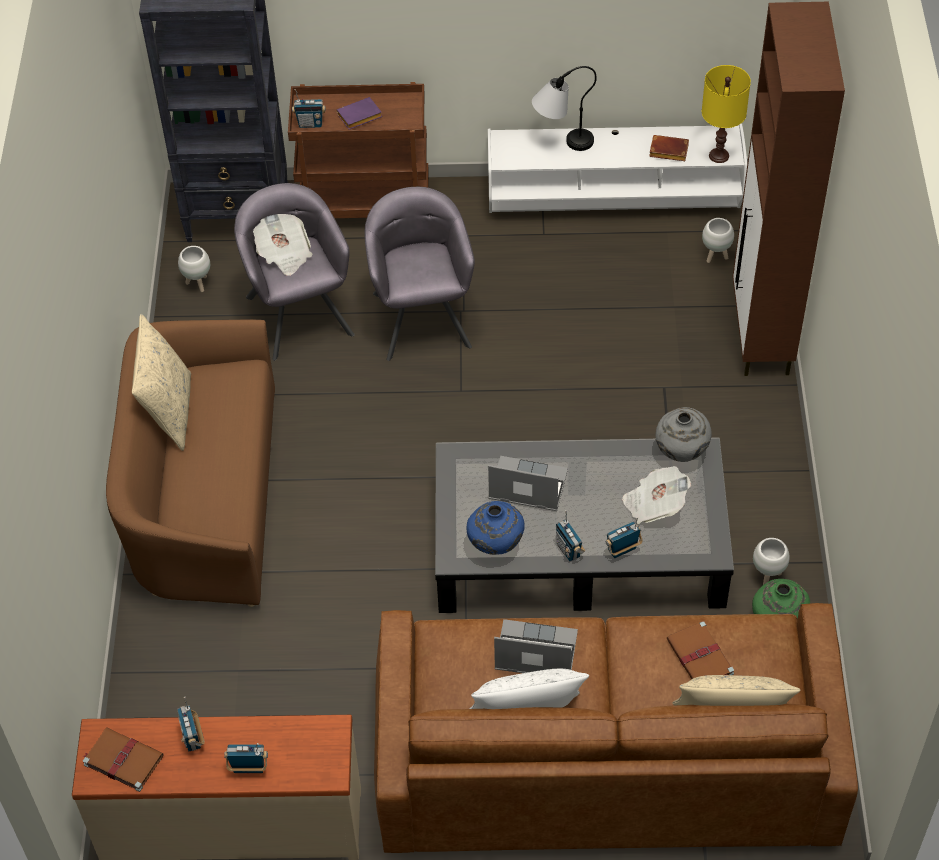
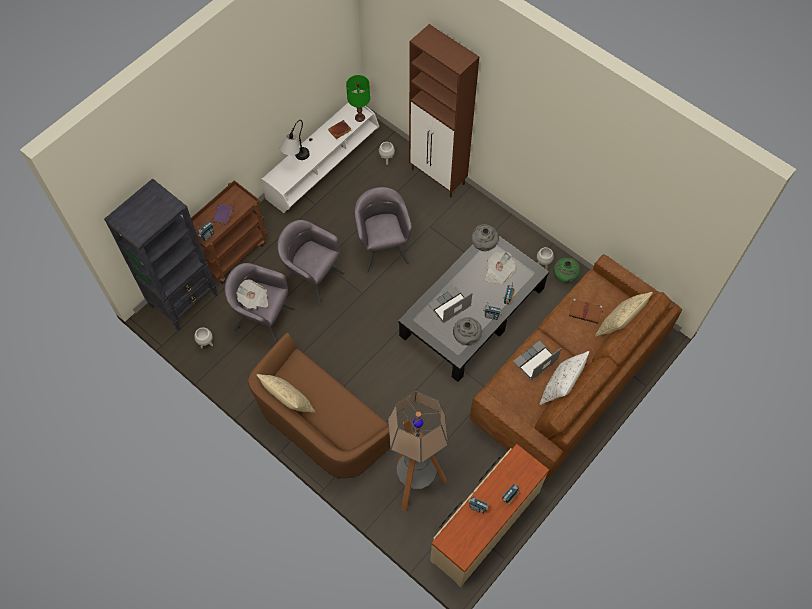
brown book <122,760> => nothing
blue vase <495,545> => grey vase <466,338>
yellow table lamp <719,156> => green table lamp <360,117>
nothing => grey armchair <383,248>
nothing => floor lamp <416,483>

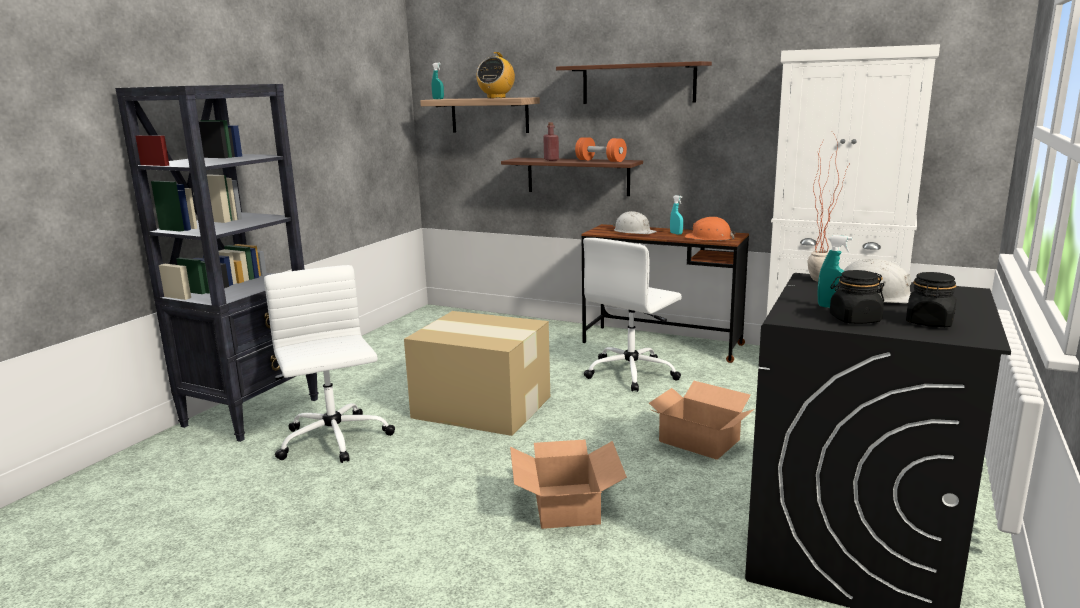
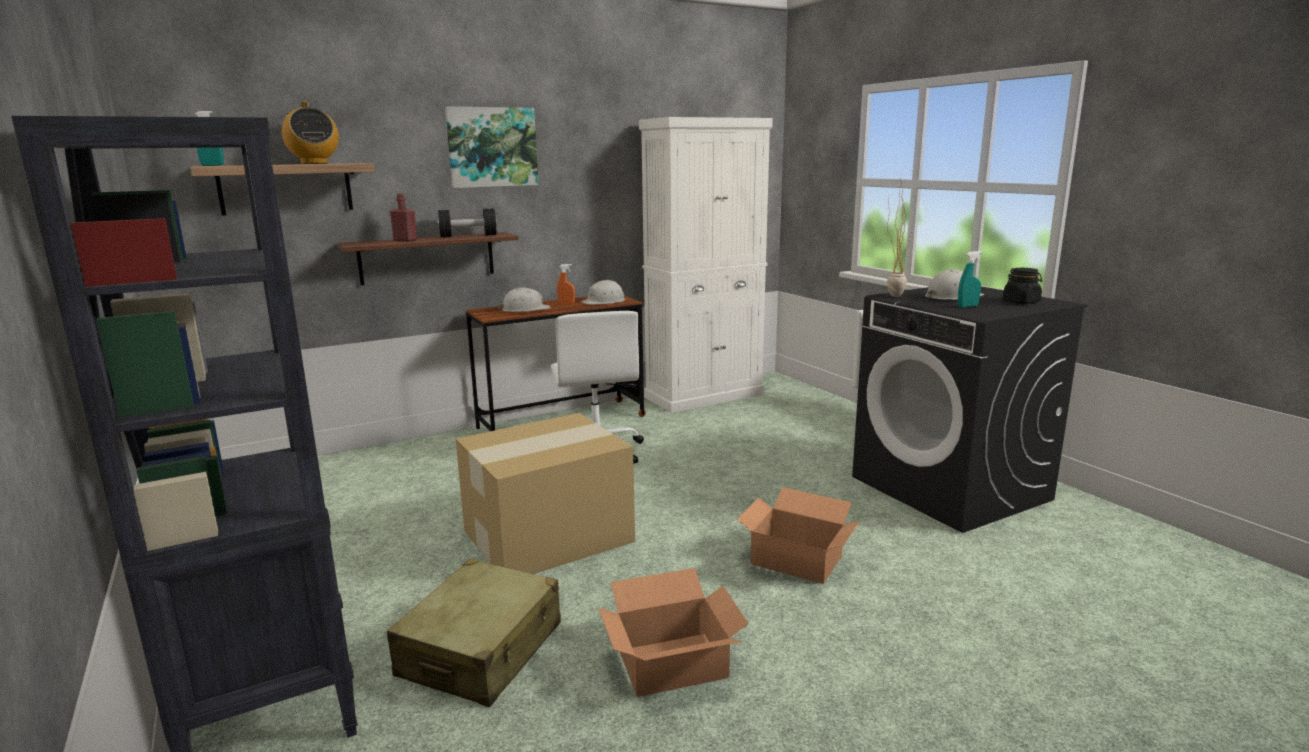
white office chair <334,440> => beige suitcase <482,650>
shelf <638,83> => picture <492,147>
orange dumbbell <600,161> => black dumbbell <468,236>
cardboard box <699,441> => cardboard box <674,664>, moved
turquoise spray bottle <676,233> => orange spray bottle <566,304>
orange hard hat <709,238> => white hard hat <604,301>
black jar <854,319> => nothing

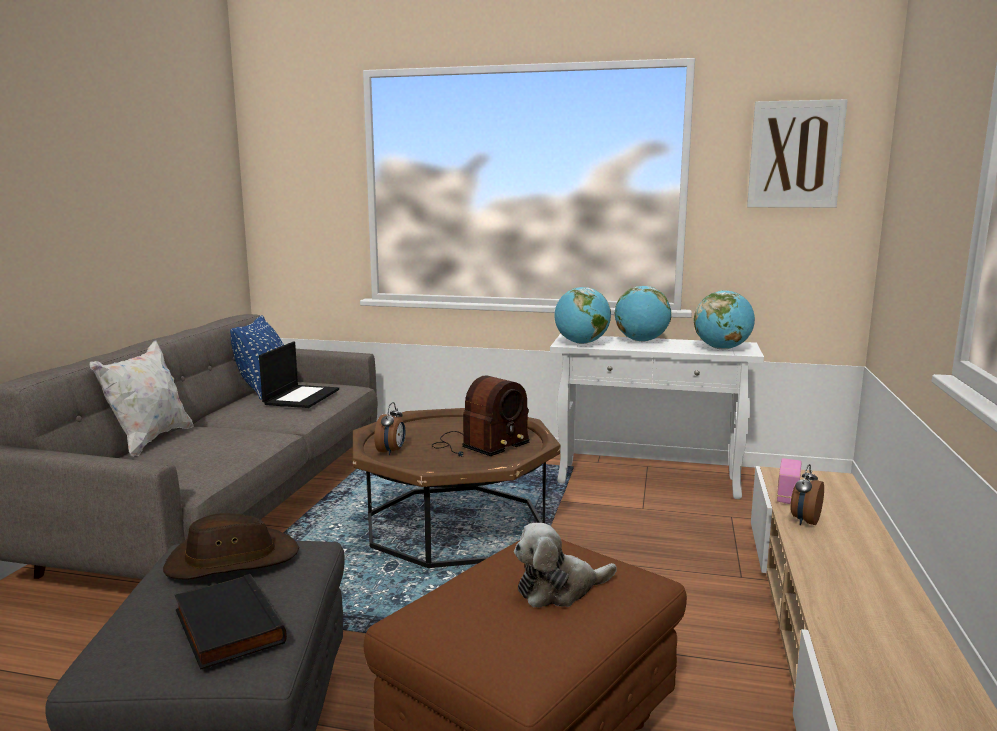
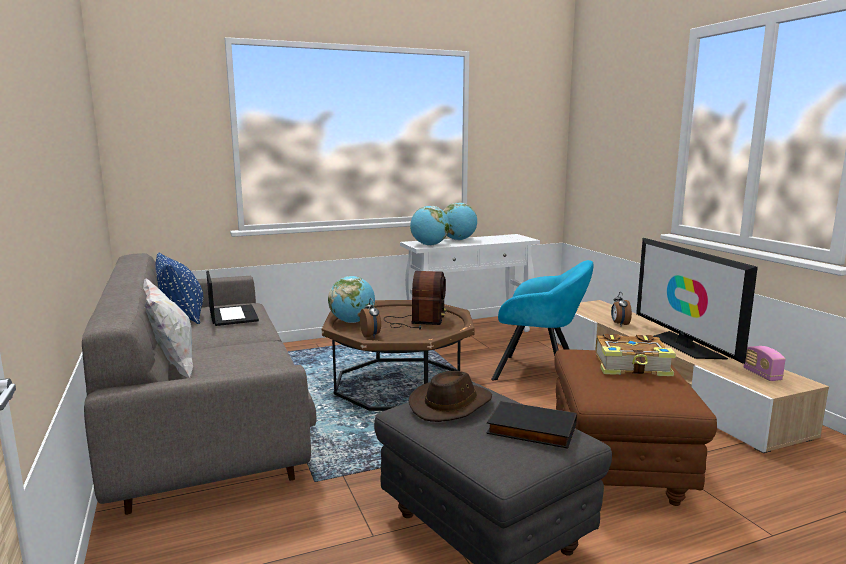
plush toy <559,589> => book <632,366>
globe <722,349> => globe <352,322>, moved
picture <795,154> => nothing
radio <787,496> => radio <762,375>, moved
nothing => turquoise armchair <540,372>
nothing => television <684,346>

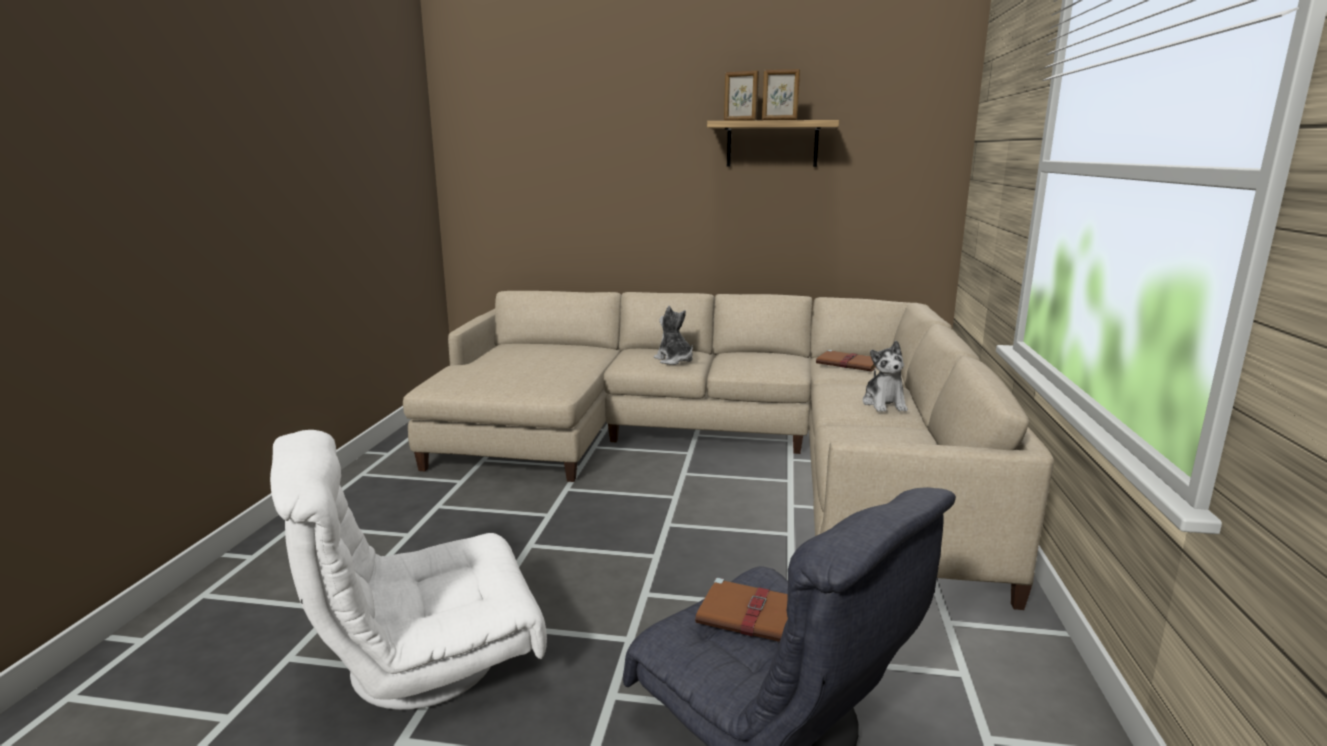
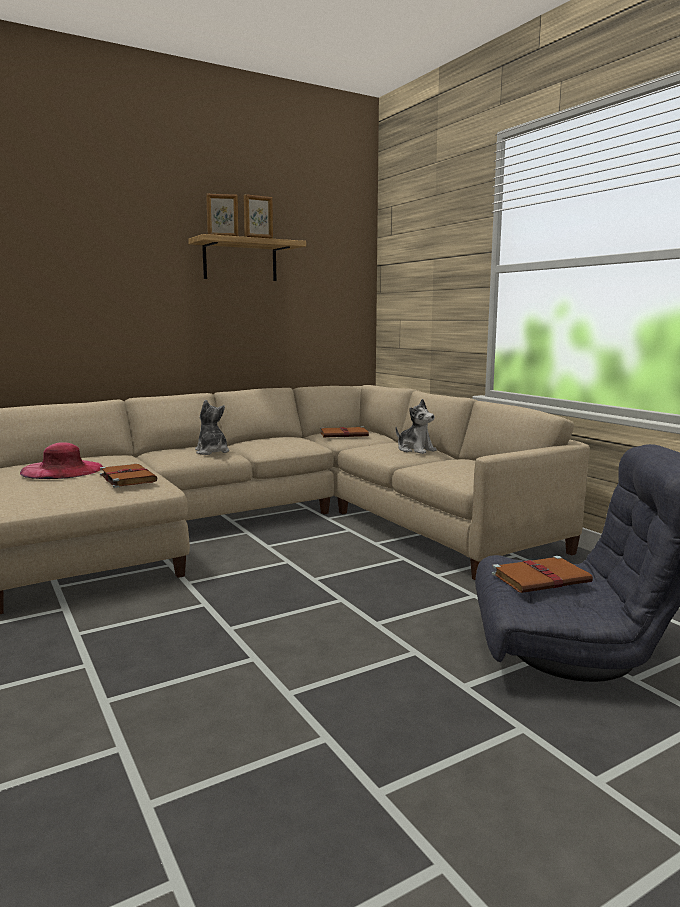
white armchair <425,660> => nothing
plush toy <674,360> => plush toy <212,452>, 45 degrees clockwise
nothing => pink hat <62,470>
nothing => brown book <127,478>

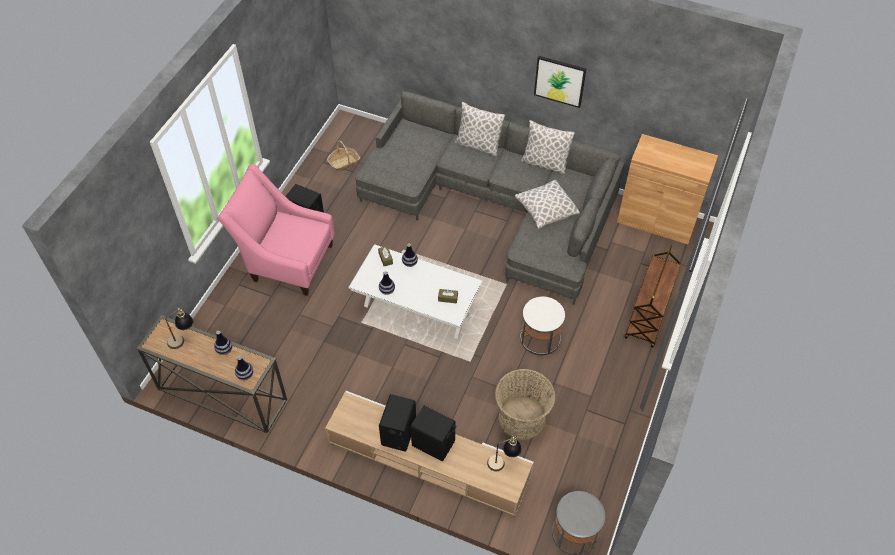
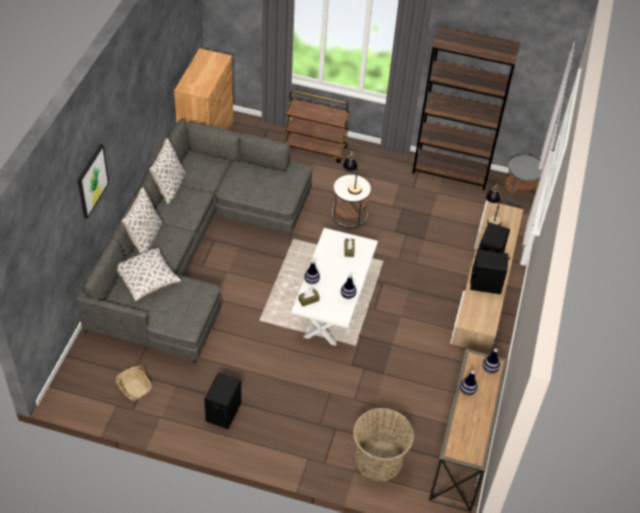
table lamp <183,339> => table lamp <351,185>, moved
pink armchair <287,261> => nothing
basket <521,418> => basket <379,460>, moved
pillow <546,210> => pillow <148,280>, moved
picture <560,81> => picture <92,181>, moved
nothing => brown bookcase <451,172>

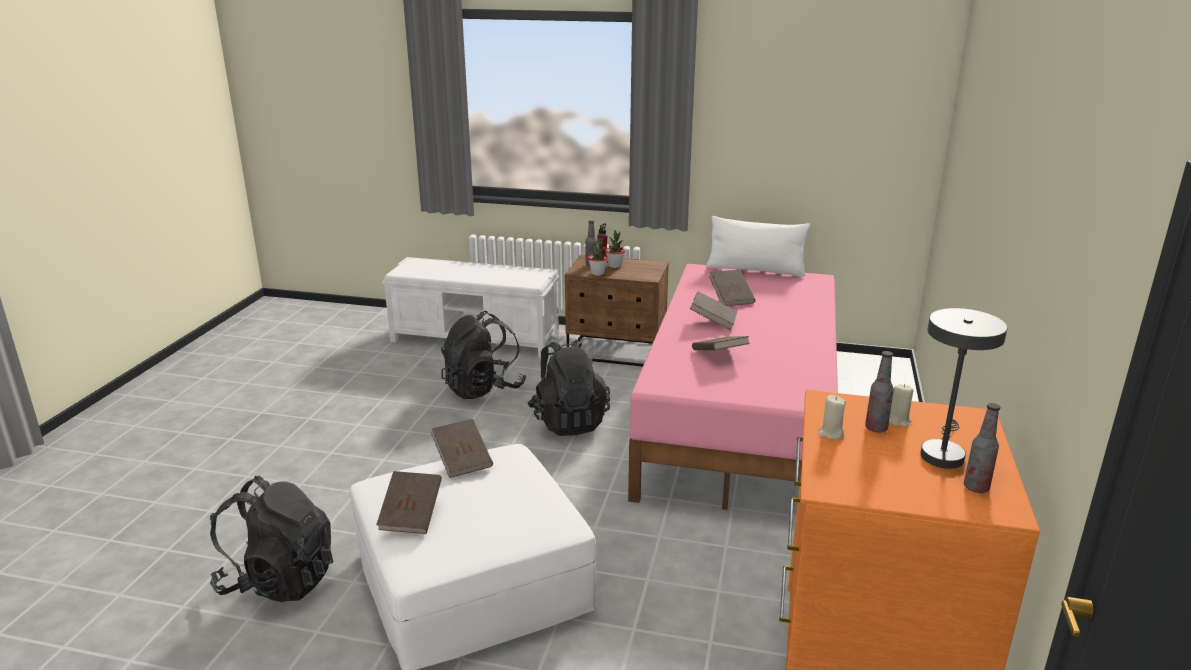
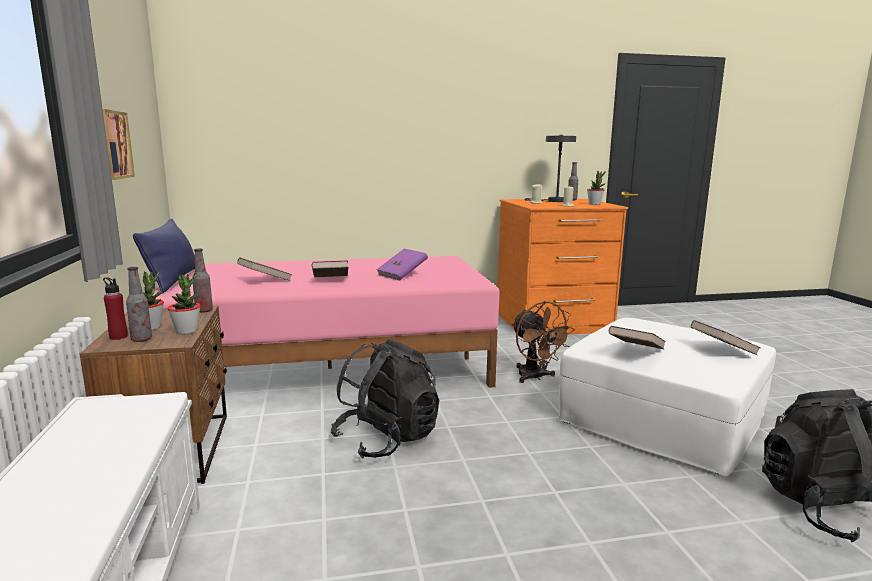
black backpack <483,388> => nothing
brown book <719,355> => purple book <402,275>
white pillow <755,270> => blue pillow <172,280>
bottle <876,428> => bottle <204,311>, moved
nothing => picture <112,145>
nothing => brown fan <535,377>
nothing => potted plant <594,204>

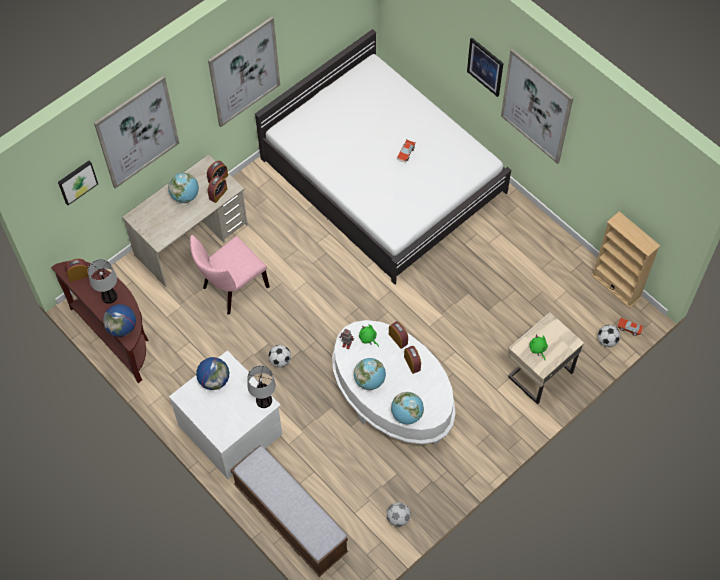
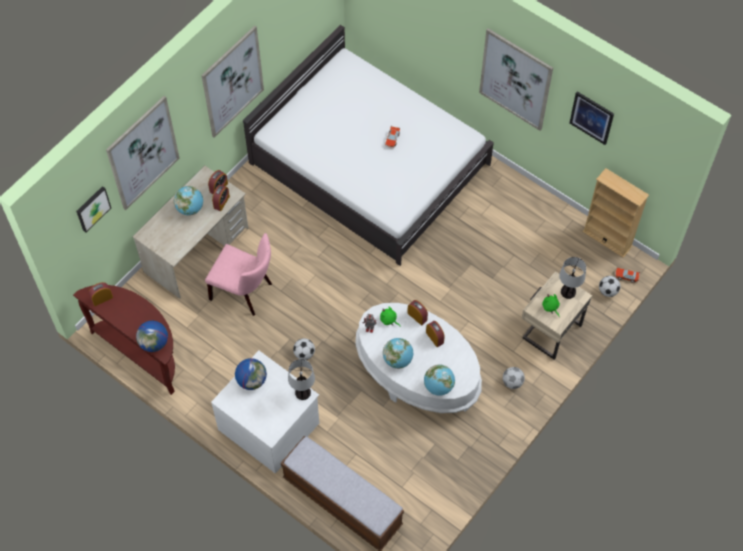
table lamp <109,296> => table lamp <567,292>, moved
pink chair <232,289> => pink chair <245,292>, 105 degrees counterclockwise
football <398,518> => football <512,382>, moved
picture <485,66> => picture <591,117>, moved

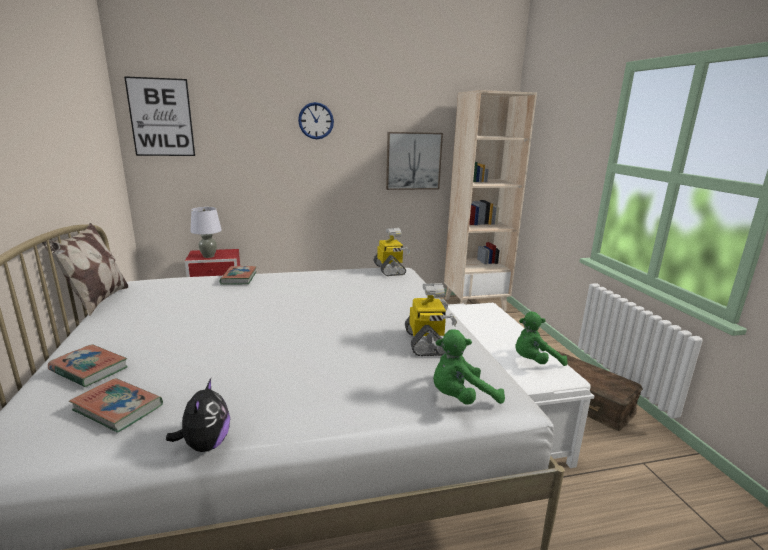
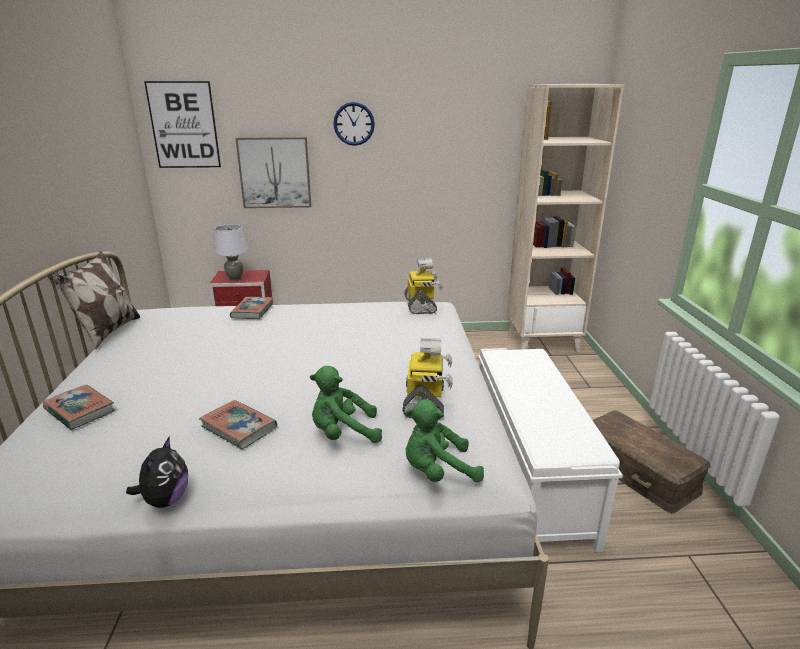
book <118,408> => book <239,427>, moved
picture <413,161> => picture <275,172>, moved
green plush toy <534,362> => green plush toy <343,433>, moved

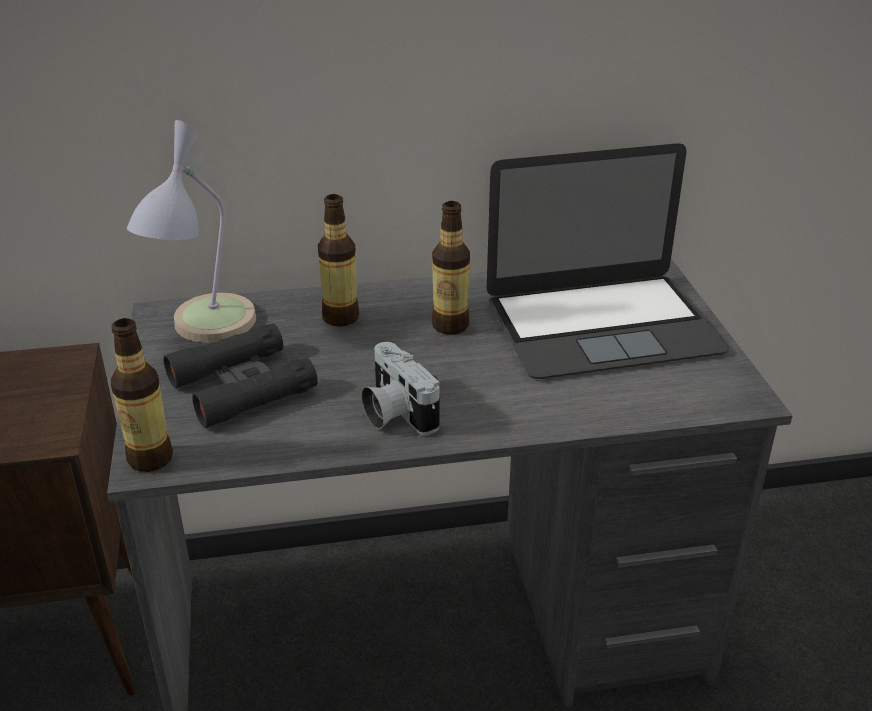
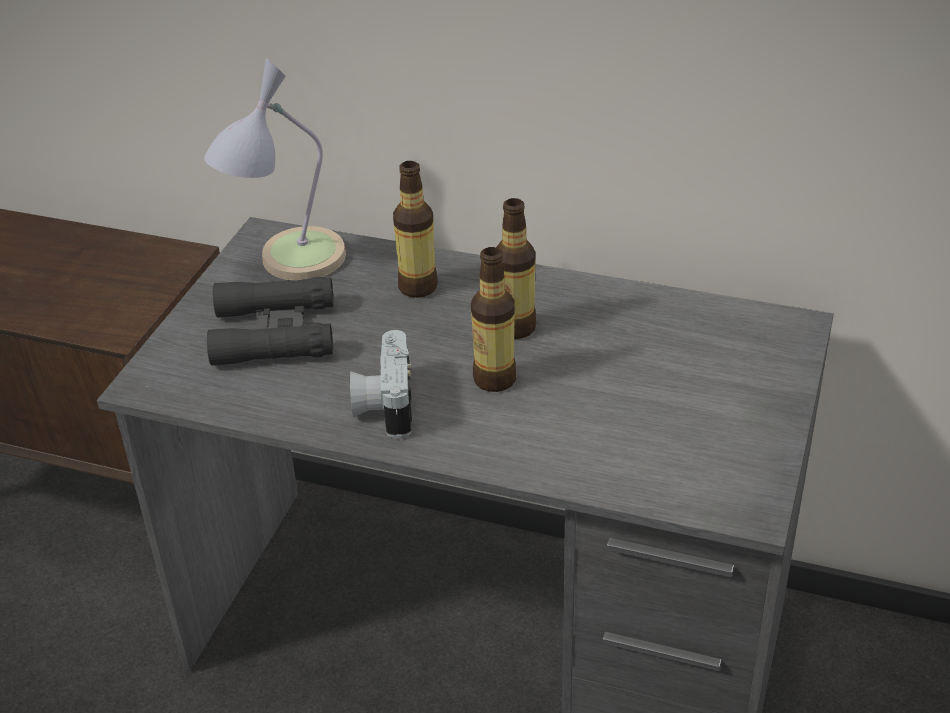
bottle <150,459> => bottle <494,379>, moved
laptop <602,325> => nothing

